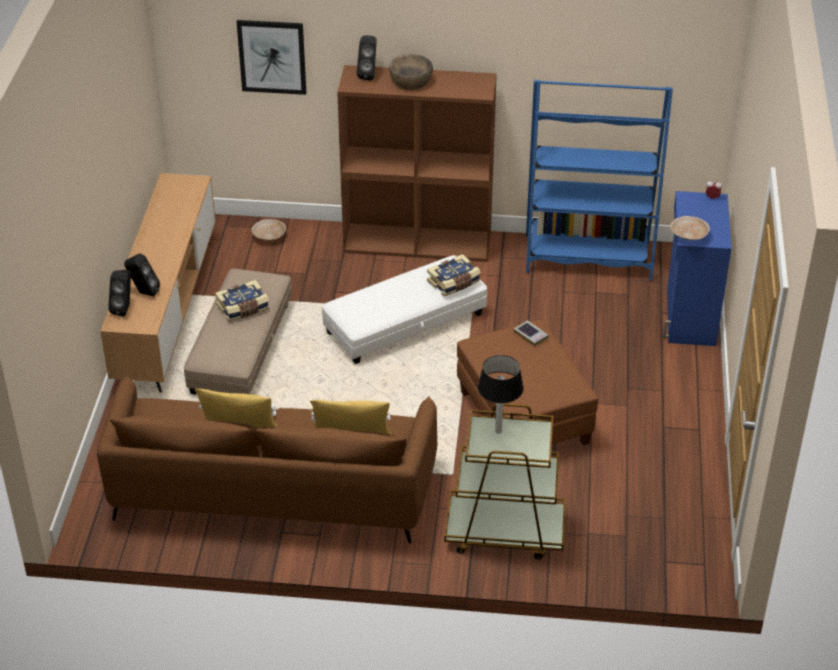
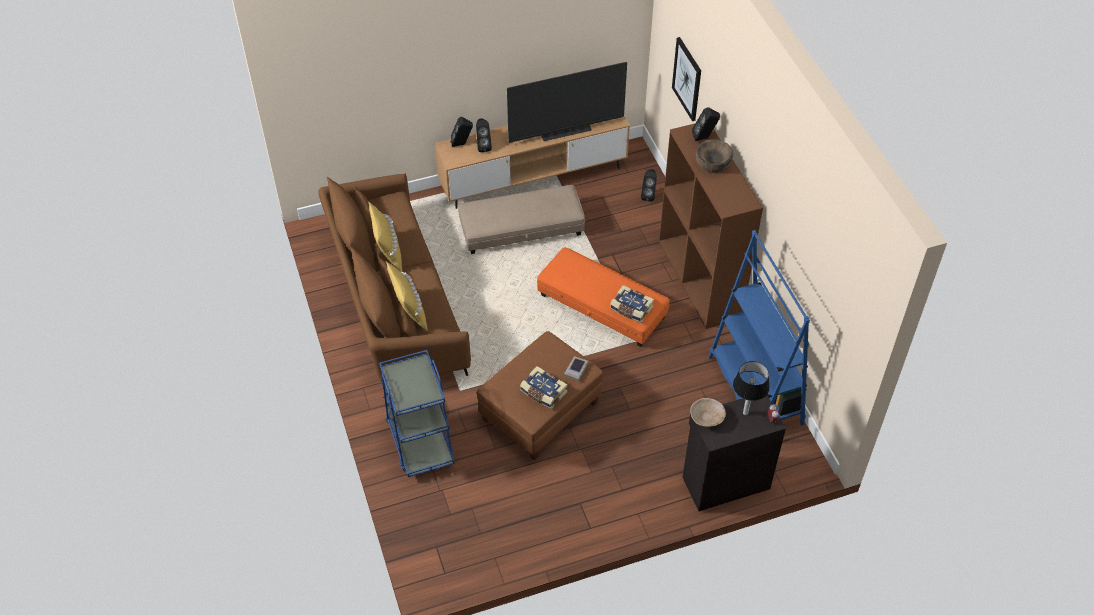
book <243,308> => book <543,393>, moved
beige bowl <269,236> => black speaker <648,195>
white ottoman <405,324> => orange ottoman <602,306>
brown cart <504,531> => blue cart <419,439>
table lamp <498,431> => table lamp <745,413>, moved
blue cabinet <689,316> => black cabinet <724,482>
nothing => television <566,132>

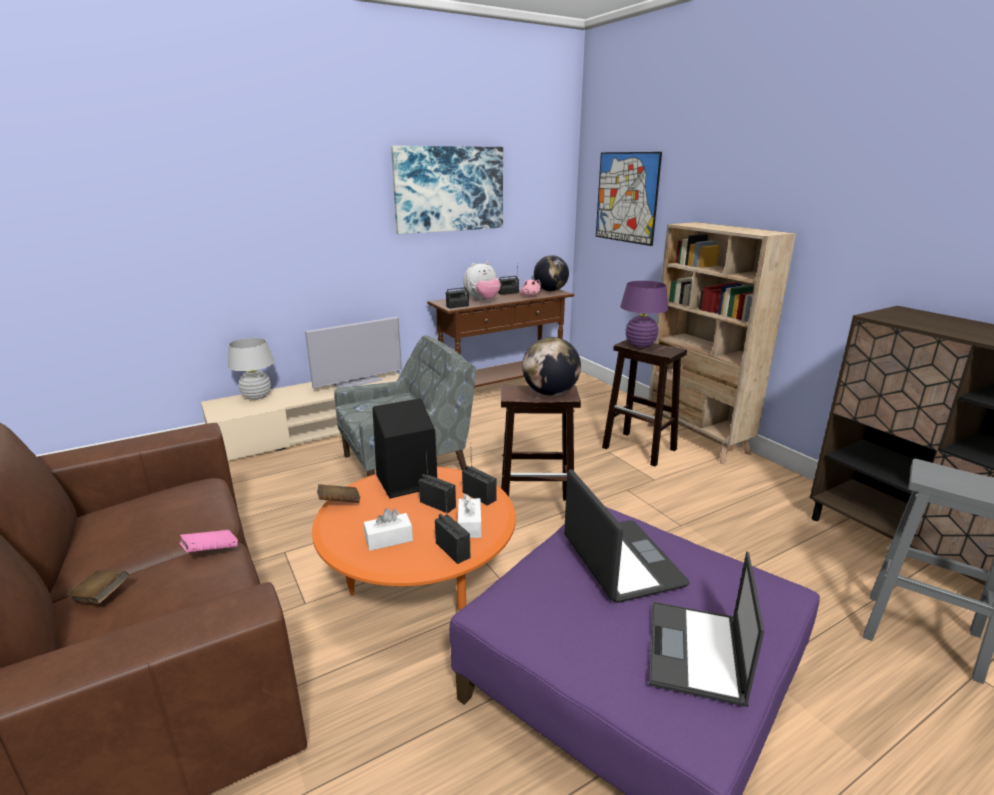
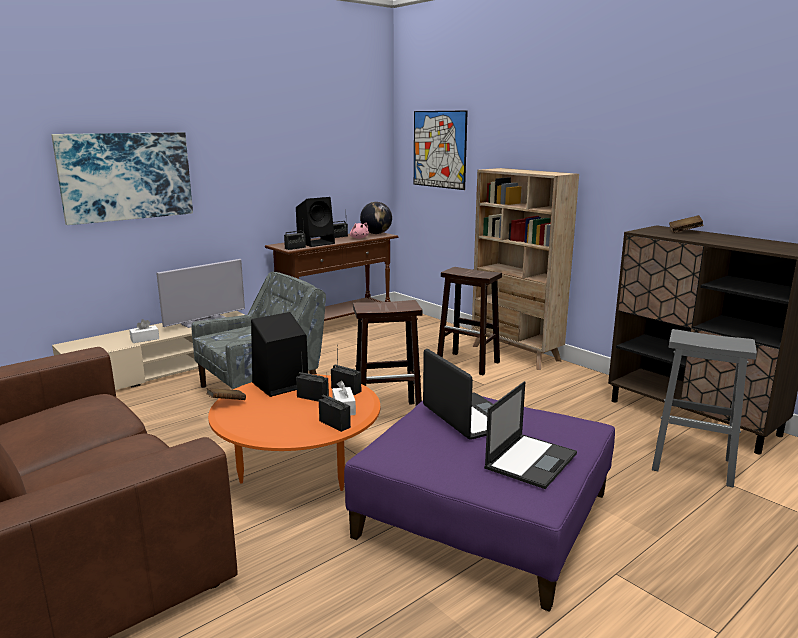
brown book <101,597> => brown book <684,231>, moved
pink book <211,551> => nothing
white table lamp <257,397> => nothing
white tissue box <389,539> => white tissue box <145,339>, moved
picture <449,189> => picture <126,176>, moved
plush toy <482,300> => black speaker <316,243>
globe <550,393> => nothing
purple table lamp <640,345> => nothing
laptop <696,652> => laptop <531,460>, 150 degrees counterclockwise

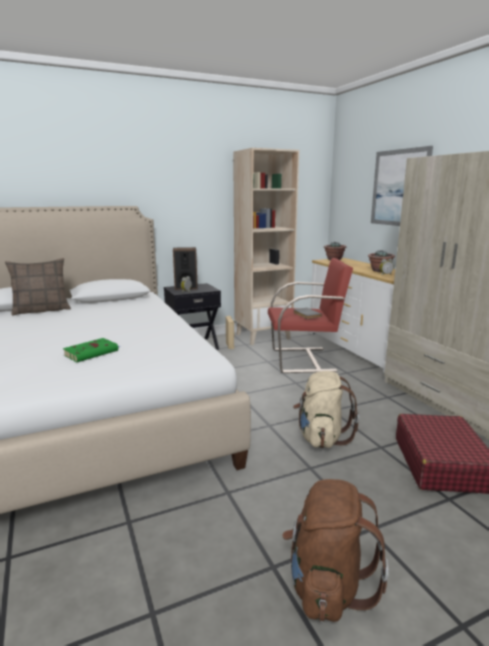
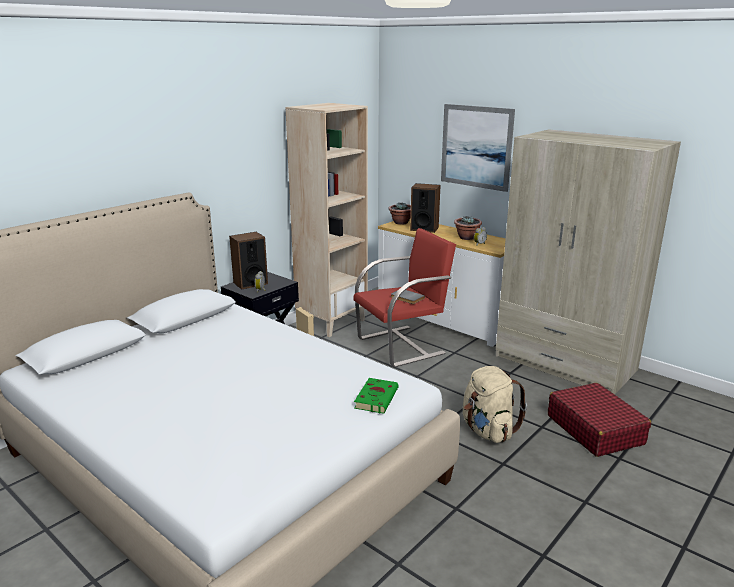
pillow <42,310> => nothing
green book <92,353> => green book <376,398>, moved
brown backpack <327,585> => nothing
nothing => speaker <424,229>

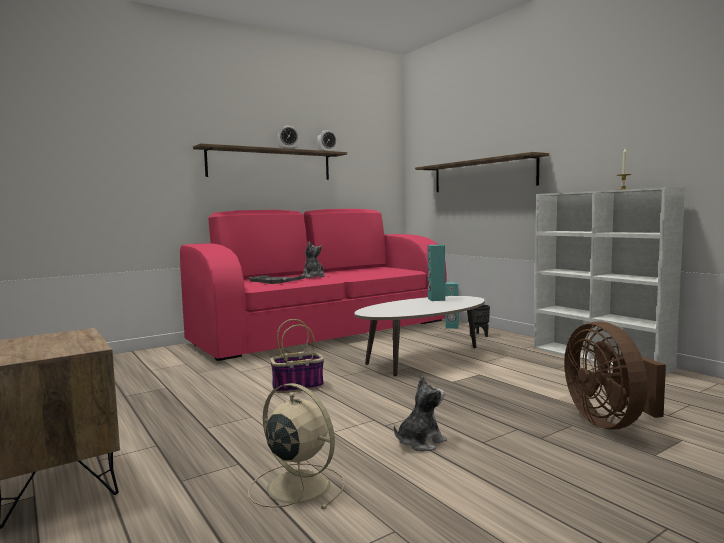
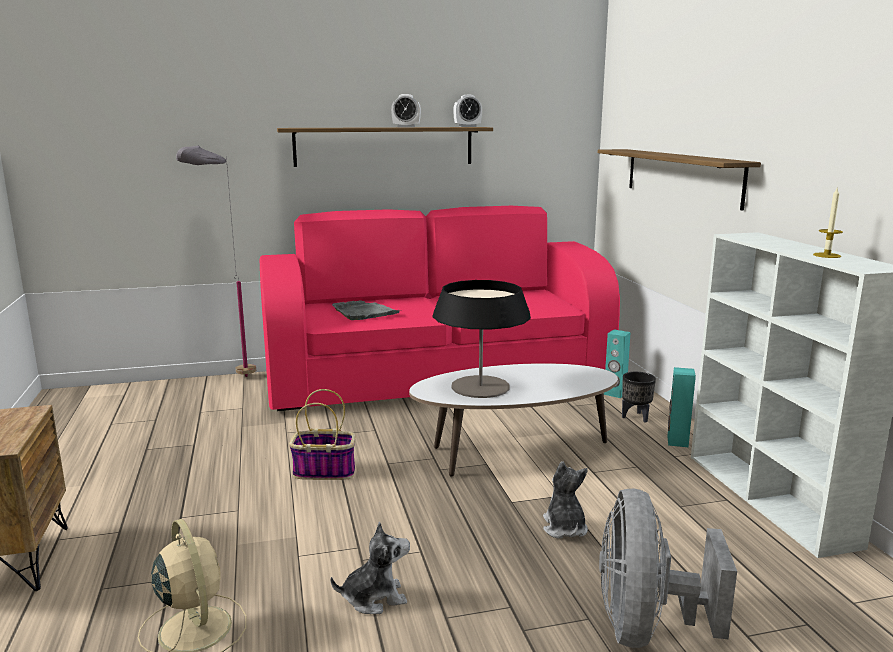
plush toy <313,277> => plush toy <564,528>, moved
turquoise speaker <436,299> => turquoise speaker <677,442>, moved
brown fan <610,422> => grey fan <646,627>
nothing => grey floor lamp <228,379>
nothing => table lamp <480,387>

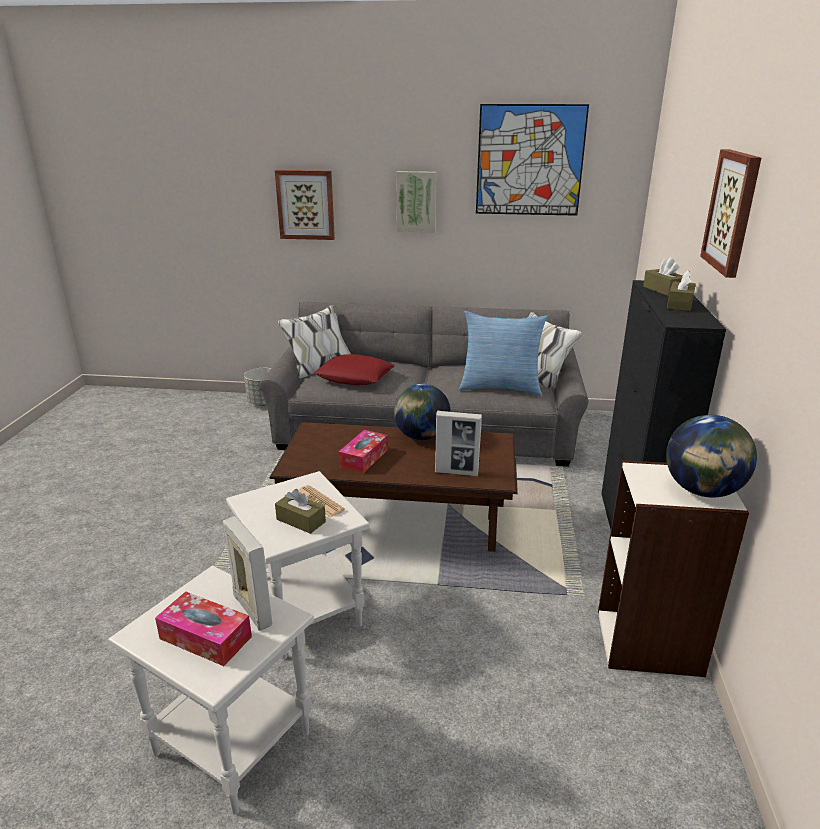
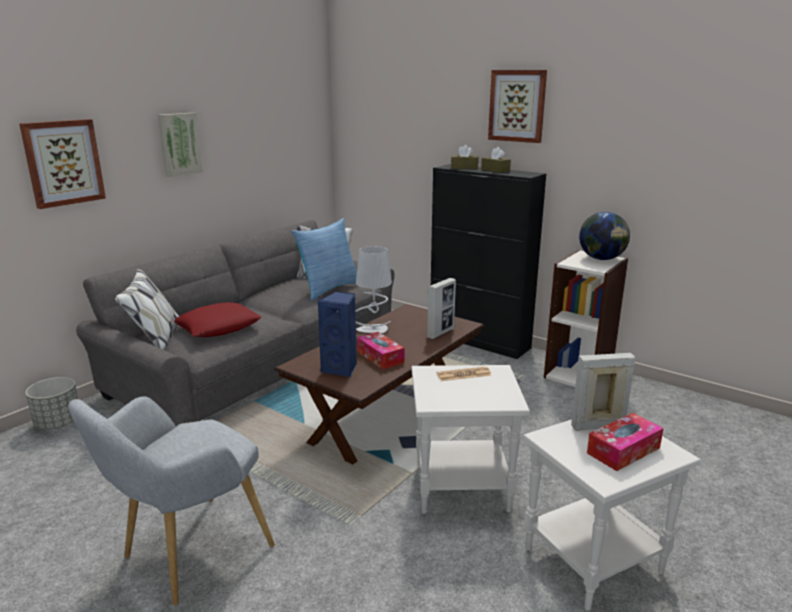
brown tissue box <301,521> => nothing
globe <421,437> => grey table lamp <372,330>
picture <530,160> => nothing
nothing => grey armchair <188,554>
nothing => blue speaker <341,369>

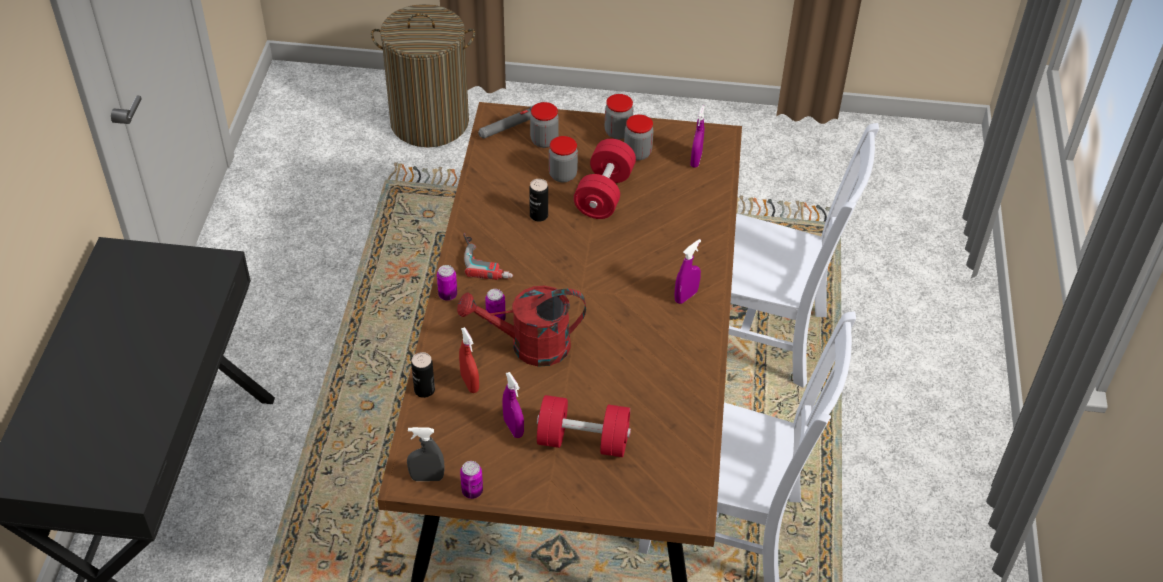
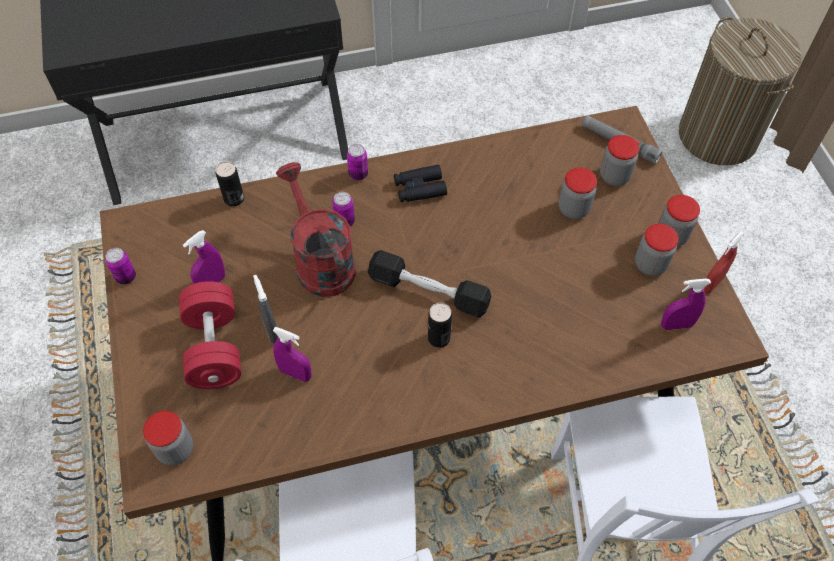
grey spray bottle <427,477> => grey spray bottle <272,331>, moved
red spray bottle <470,383> => red spray bottle <712,284>, moved
power drill <487,259> => black binoculars <419,188>
can <539,215> => can <439,338>, moved
red dumbbell <604,194> => nothing
purple spray bottle <686,296> => purple spray bottle <295,373>, moved
nothing => jar <175,449>
nothing => black dumbbell <429,292>

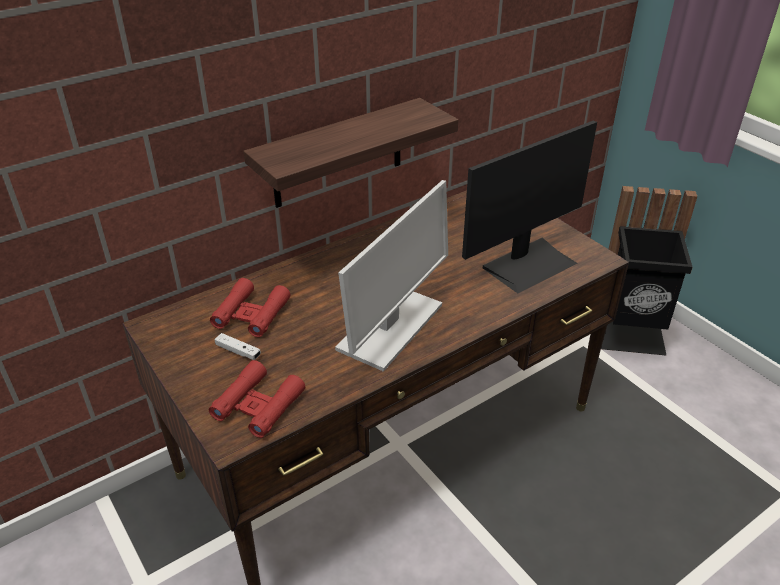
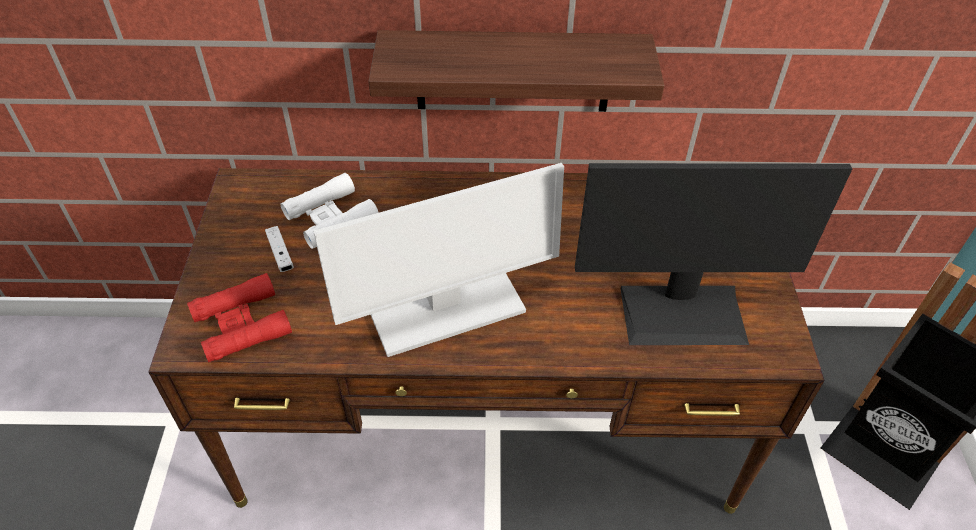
red binoculars <251,314> => white binoculars <330,218>

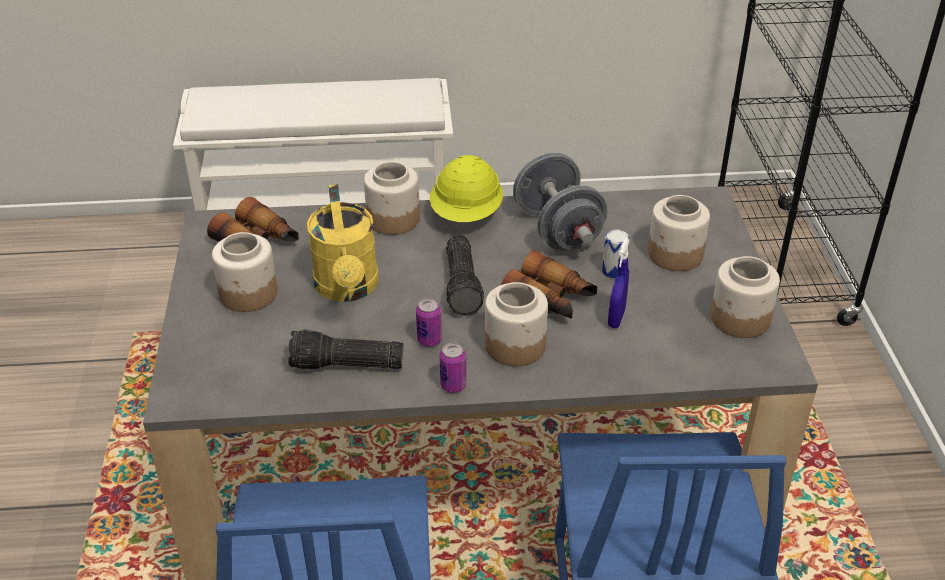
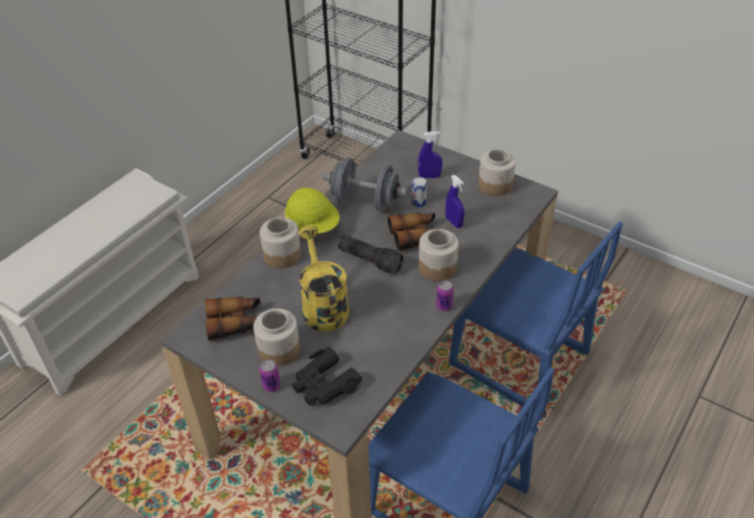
flashlight <346,366> => nothing
yellow watering can <348,289> => yellow watering can <323,305>, 135 degrees counterclockwise
can <429,340> => can <271,386>, moved
jar <675,255> => blue spray bottle <429,176>
nothing => black binoculars <324,384>

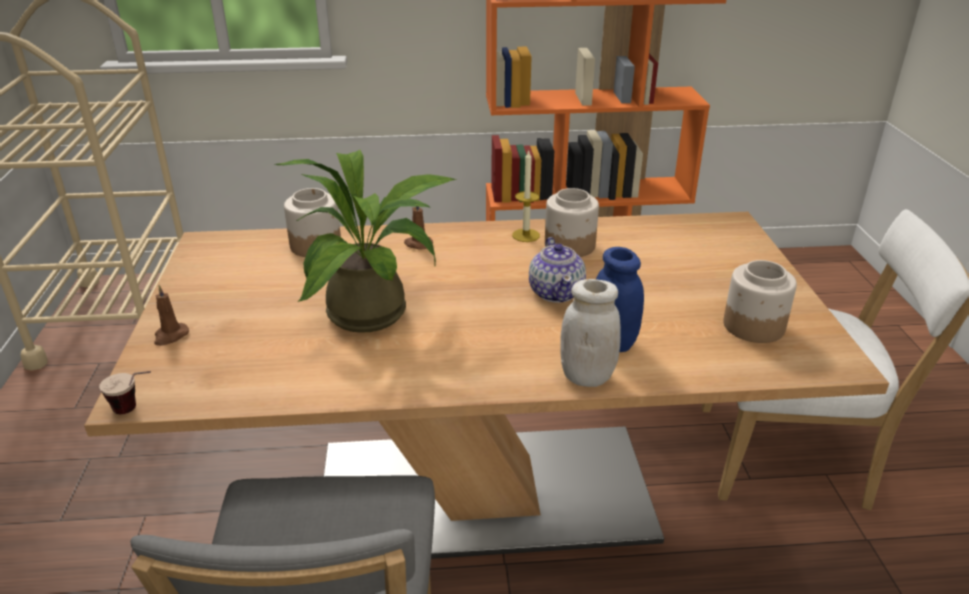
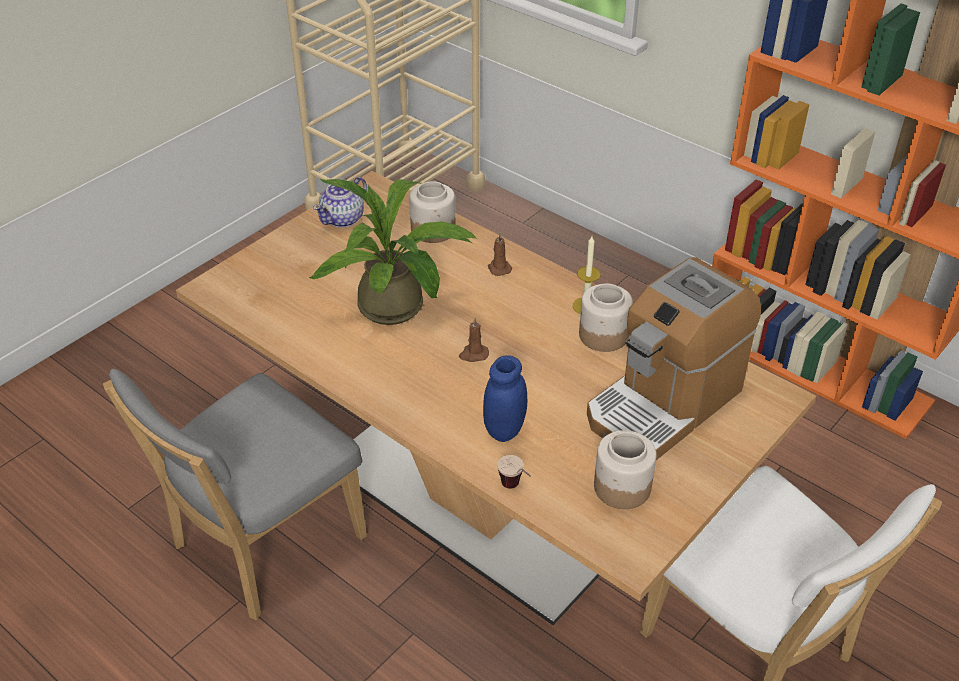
cup <136,410> => cup <515,489>, moved
brown candle <170,336> => brown candle <473,354>, moved
teapot <556,292> => teapot <343,218>, moved
white jar <587,376> => nothing
nothing => coffee machine <664,403>

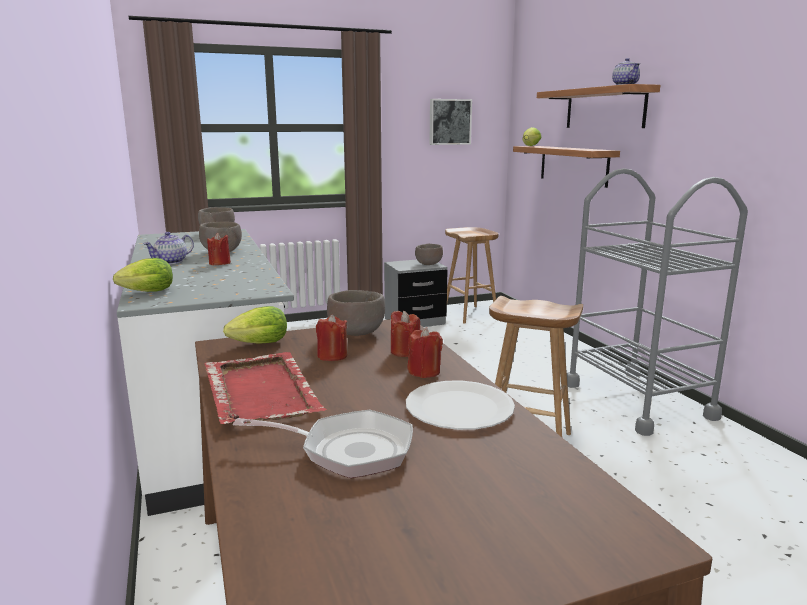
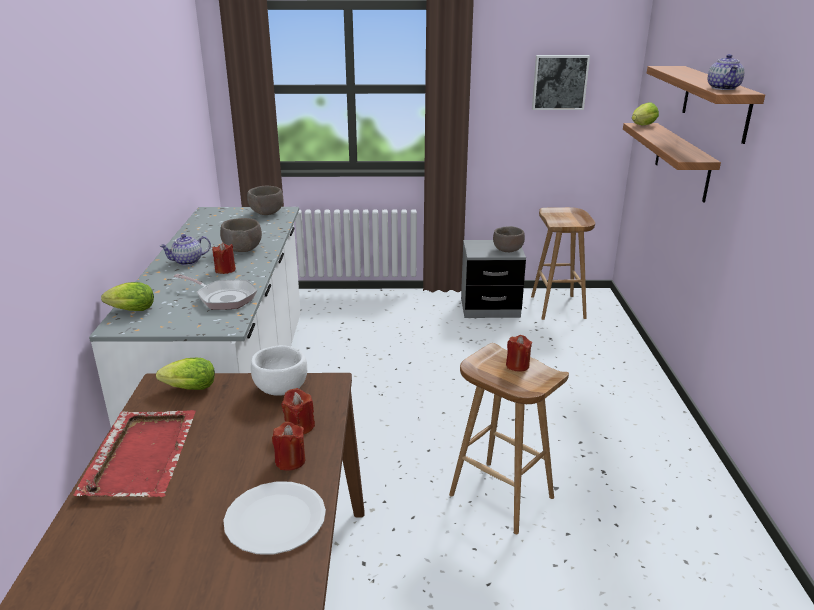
frying pan <348,450> => frying pan <223,298>, moved
red candle <332,356> => red candle <517,365>, moved
brown bowl <357,333> => white bowl <281,390>
grey cart <637,400> => nothing

